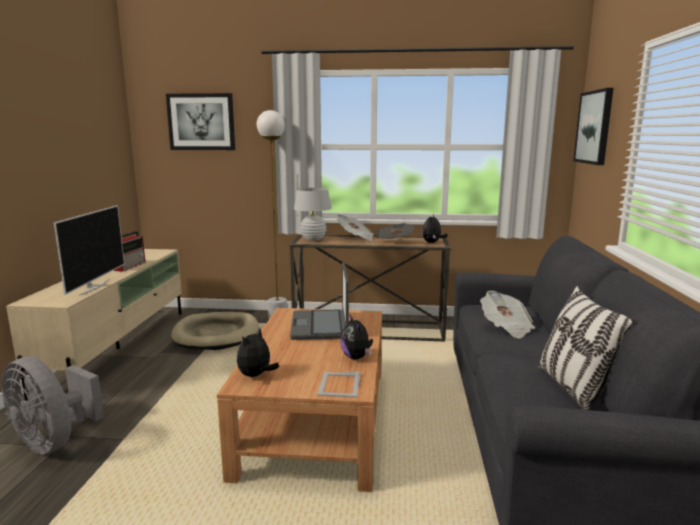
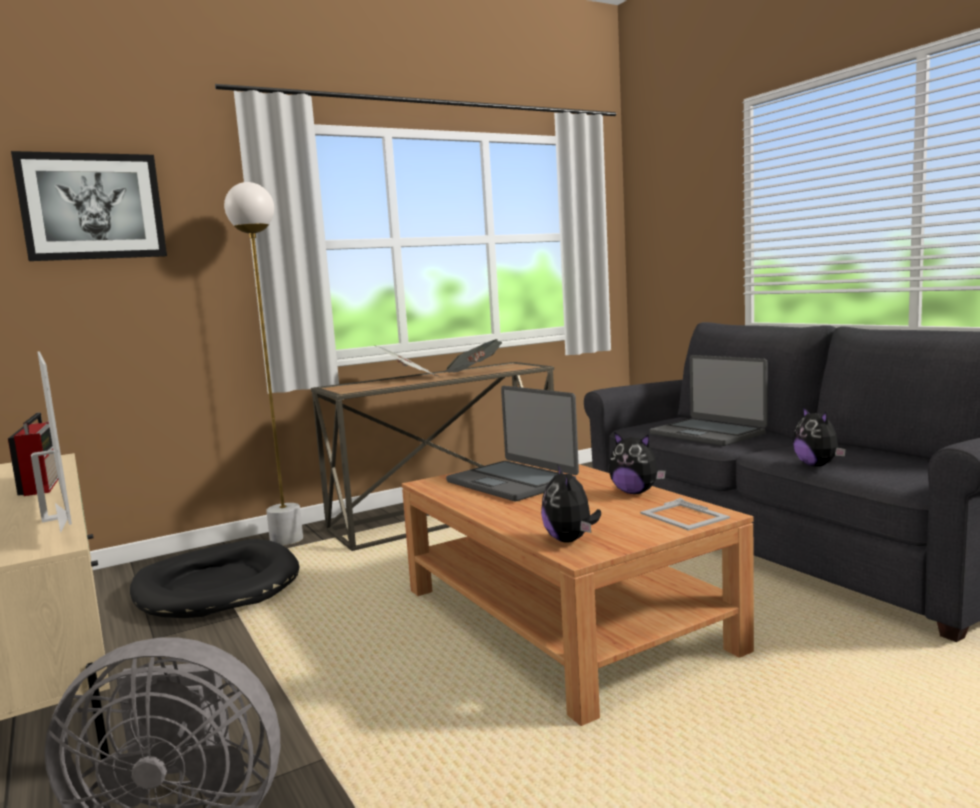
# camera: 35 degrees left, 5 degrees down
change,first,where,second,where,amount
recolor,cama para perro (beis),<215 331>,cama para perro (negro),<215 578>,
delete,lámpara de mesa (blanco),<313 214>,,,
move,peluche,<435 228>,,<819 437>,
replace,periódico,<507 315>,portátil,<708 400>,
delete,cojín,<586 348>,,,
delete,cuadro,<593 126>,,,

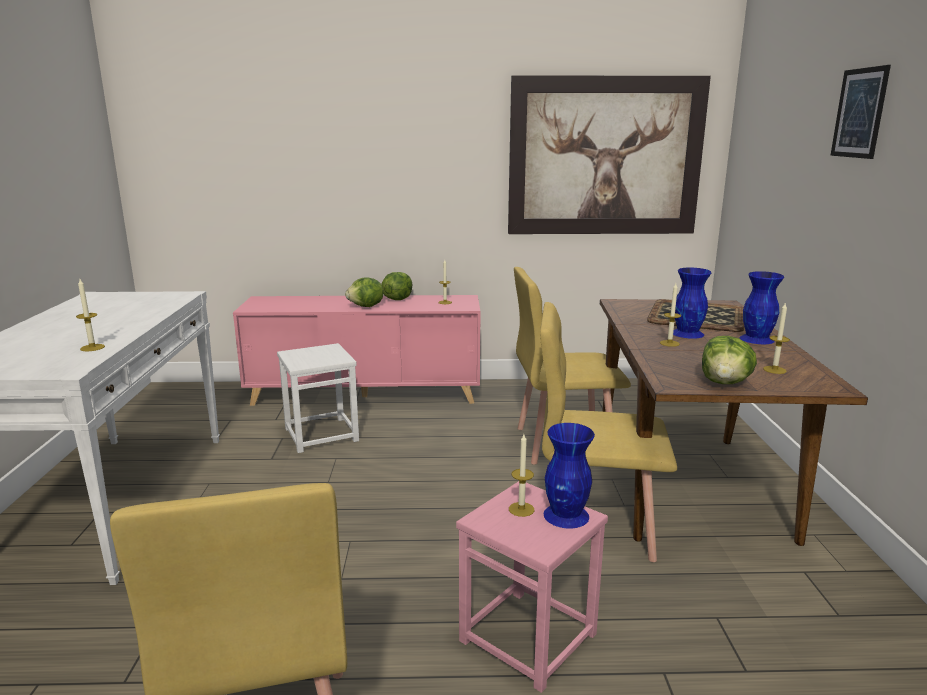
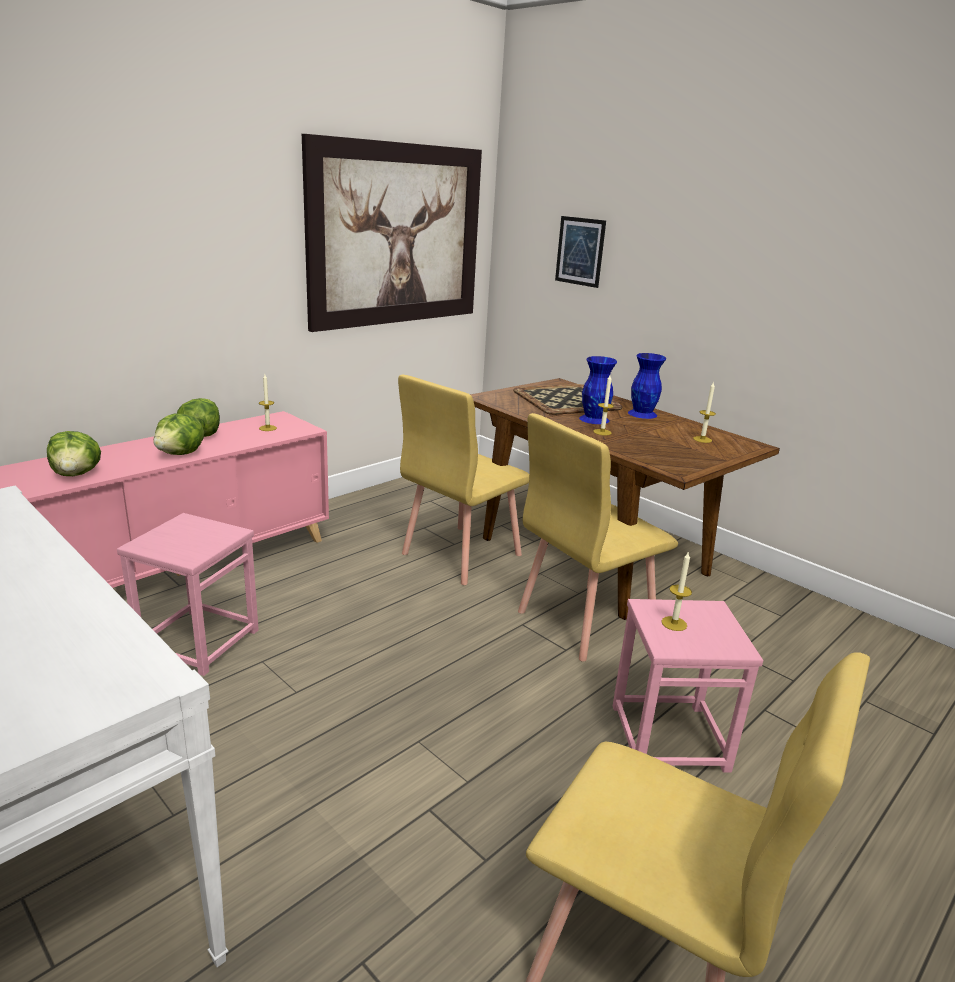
# camera: 45 degrees left, 5 degrees up
change,first,where,second,where,amount
delete,vela,<90 315>,,,
recolor,taburete (blanco),<318 398>,taburete (rosa),<188 594>,
delete,florero (azul),<569 476>,,,
move,lechuga,<729 360>,,<74 453>,
move,cuadro,<860 112>,,<580 252>,

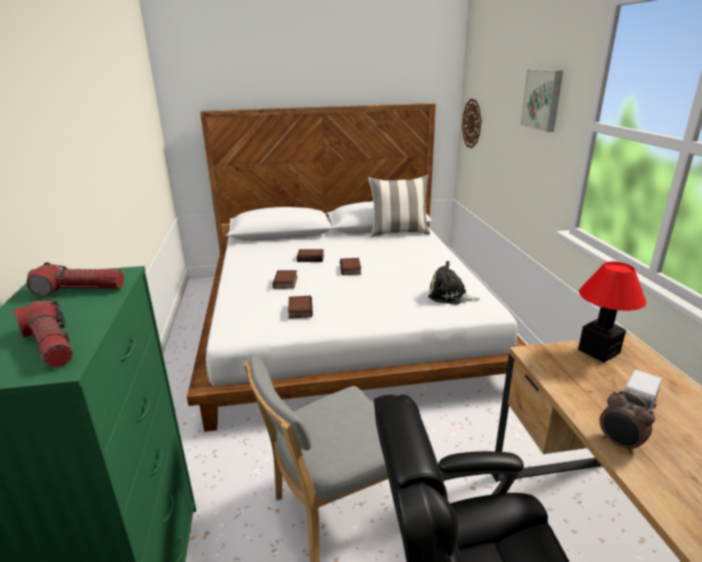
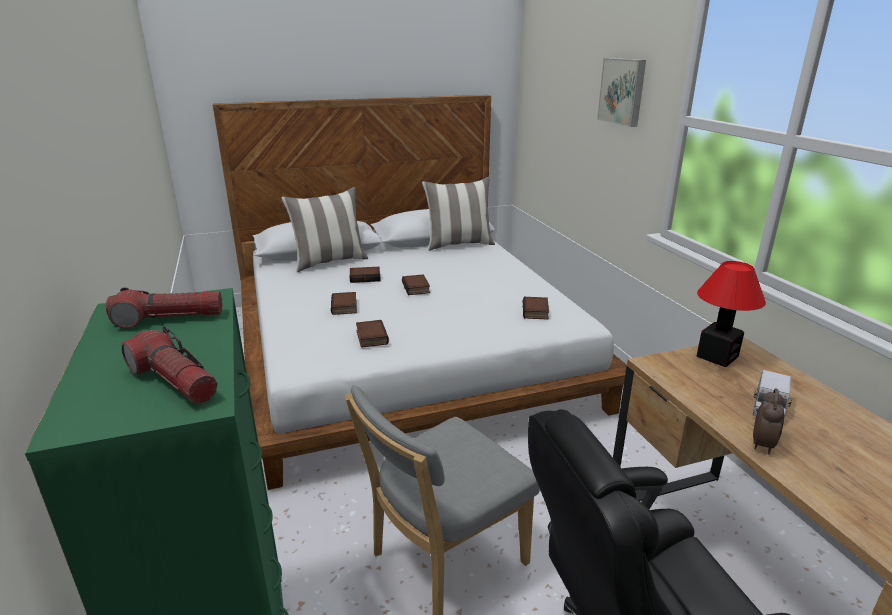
# camera: 10 degrees left, 0 degrees up
change,first,where,second,where,amount
replace,peluche,<454 283>,libro,<536 308>,
delete,reloj de pared,<471 123>,,,
rotate,despertador,<627 422>,,<768 421>,105 degrees counterclockwise
insert,,,cojín,<324 229>,

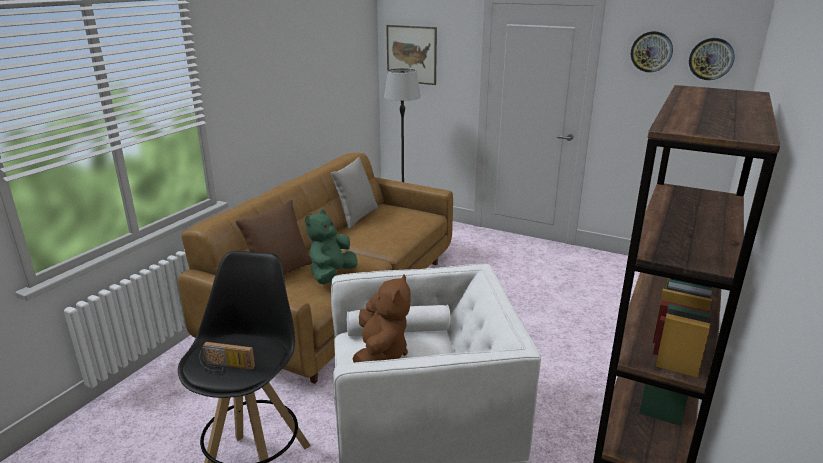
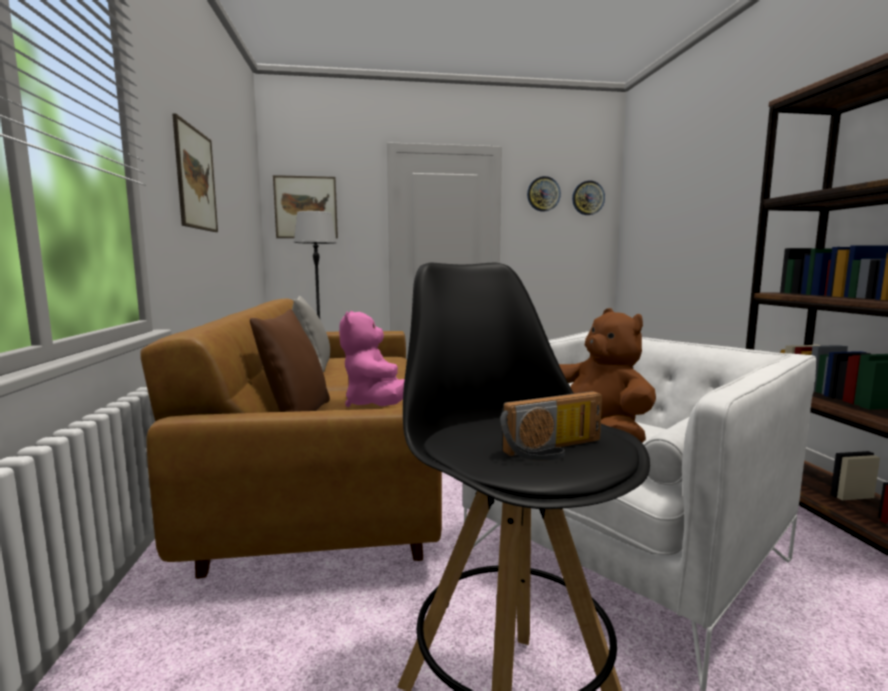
# camera: 35 degrees left, 15 degrees down
change,first,where,second,where,amount
recolor,peluche (verde),<331 247>,peluche (rosa),<372 359>,
insert,,,cuadro,<195 172>,

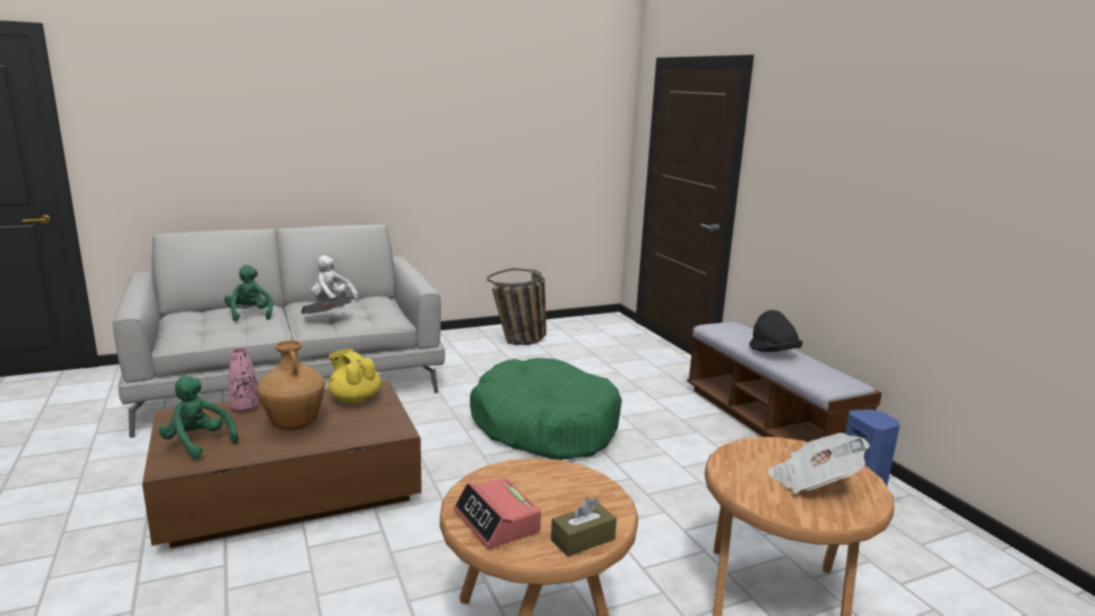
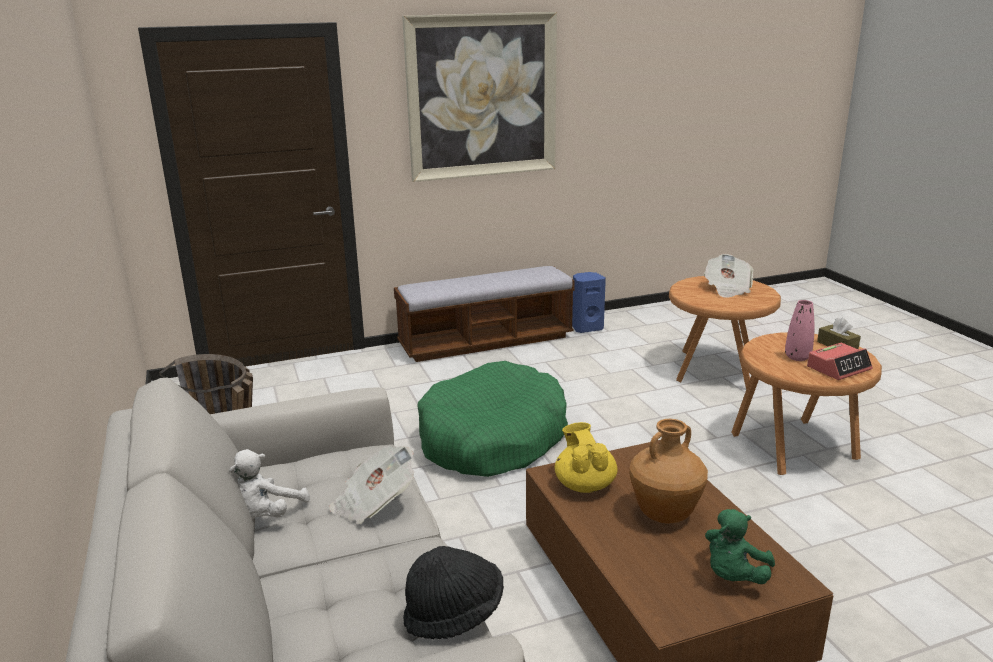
# camera: 85 degrees left, 5 degrees up
change,first,where,second,where,amount
delete,peluche (verde),<248 293>,,,
move,florero (rosa),<244 380>,,<799 330>,
rotate,tetera (amarillo),<354 376>,,<586 457>,120 degrees clockwise
move,sombrero (negro),<776 331>,,<453 592>,
insert,,,cuadro,<479 97>,

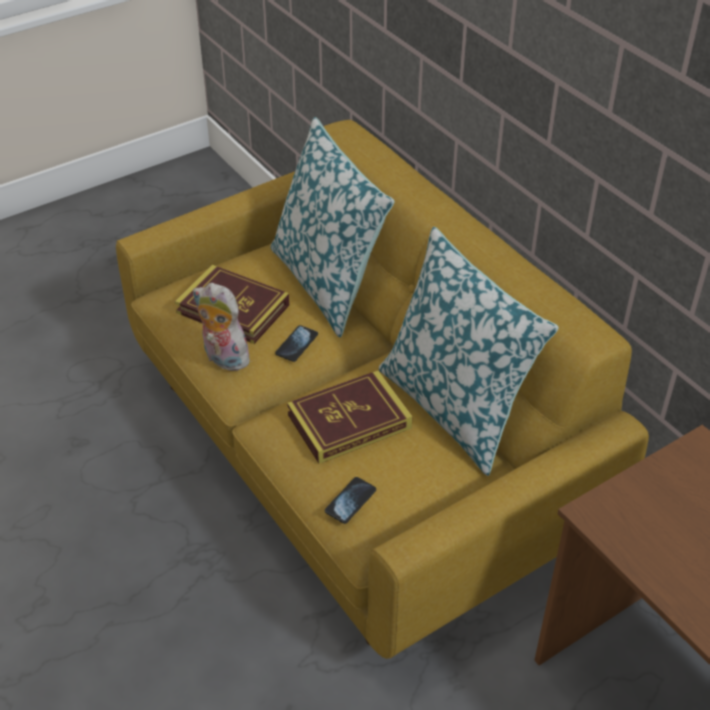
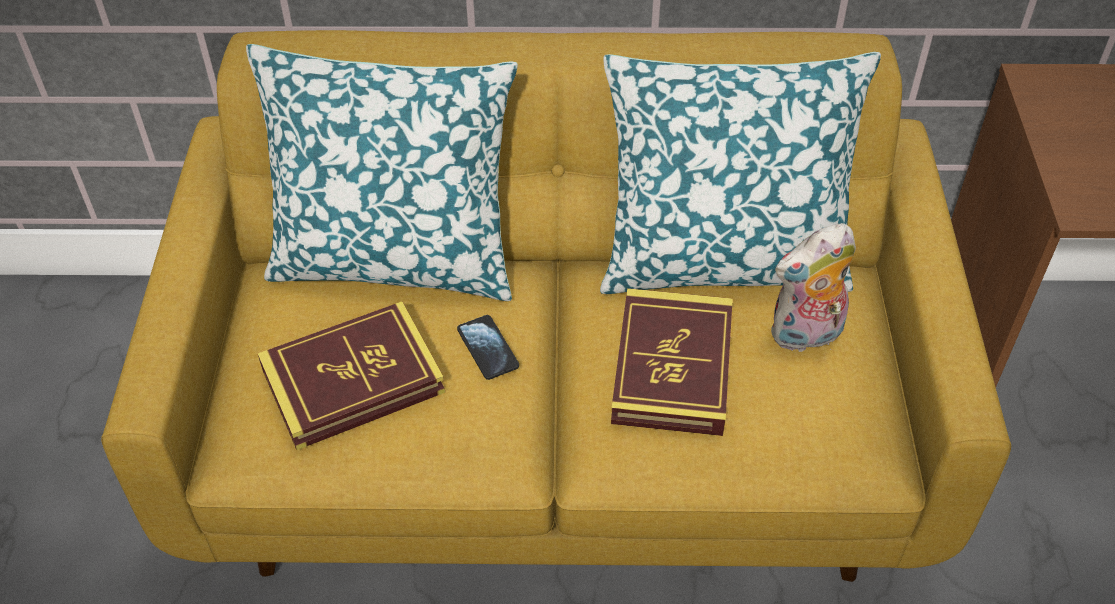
# camera: 55 degrees left, 5 degrees up
change,first,where,second,where,amount
move,peluche,<221 327>,,<813 287>,
delete,móvil,<350 500>,,,

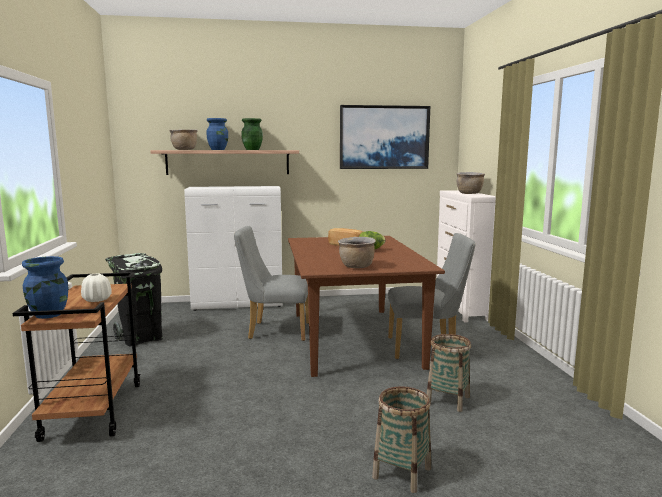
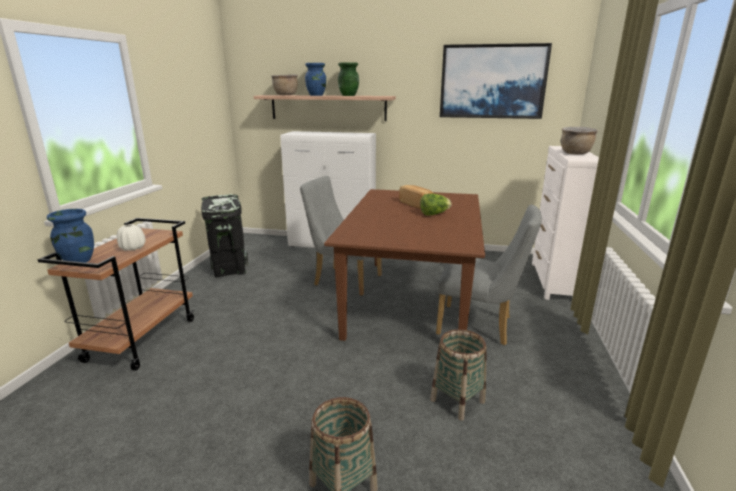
# camera: 20 degrees right, 10 degrees up
change,first,where,second,where,amount
delete,olla (marrón),<357 252>,,,

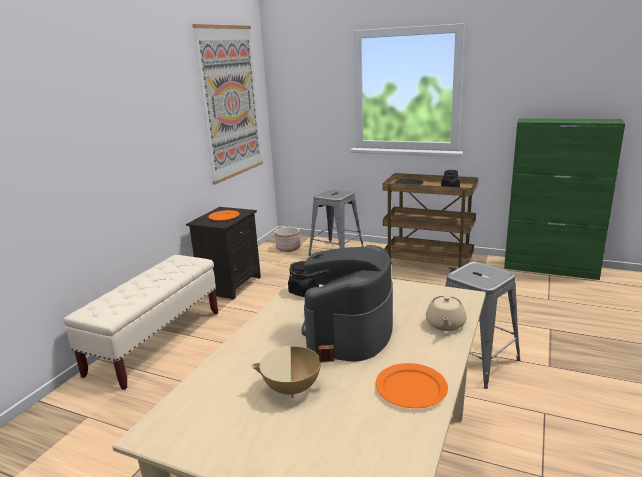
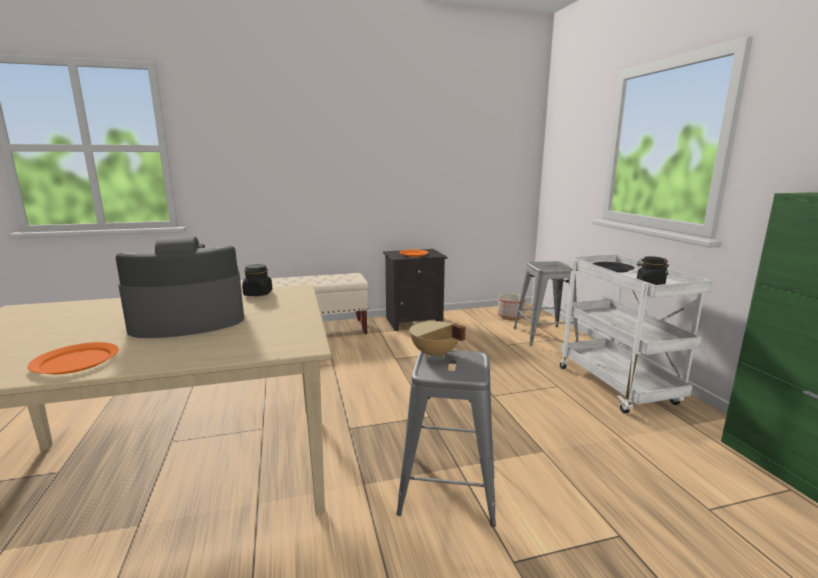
# camera: 50 degrees right, 5 degrees down
change,first,where,second,where,amount
delete,cuadro,<227 104>,,,
move,olla (beis),<293 371>,,<438 339>,
recolor,carrito (marrón),<431 222>,carrito (blanco),<636 334>,
delete,tetera (beis),<446 312>,,,

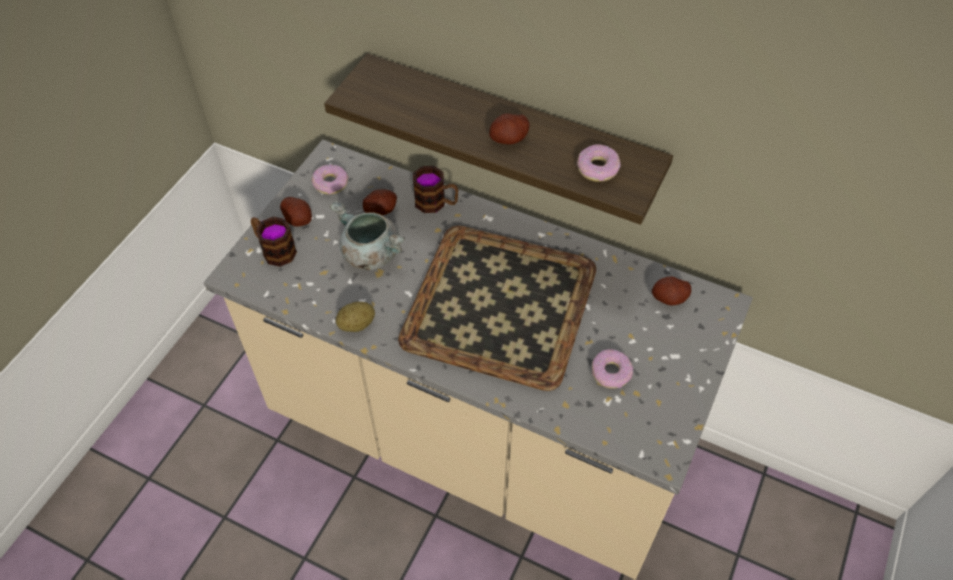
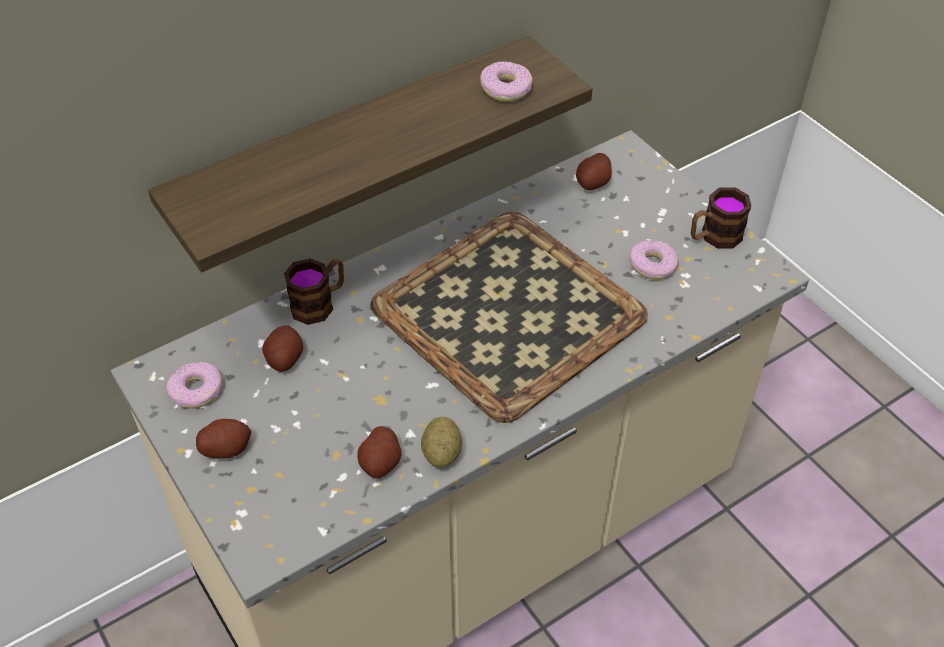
# camera: 60 degrees left, 5 degrees down
change,first,where,second,where,amount
move,taza grande,<274 242>,,<721 217>,
delete,olla (gris),<367 236>,,,
move,patata,<509 129>,,<379 452>,

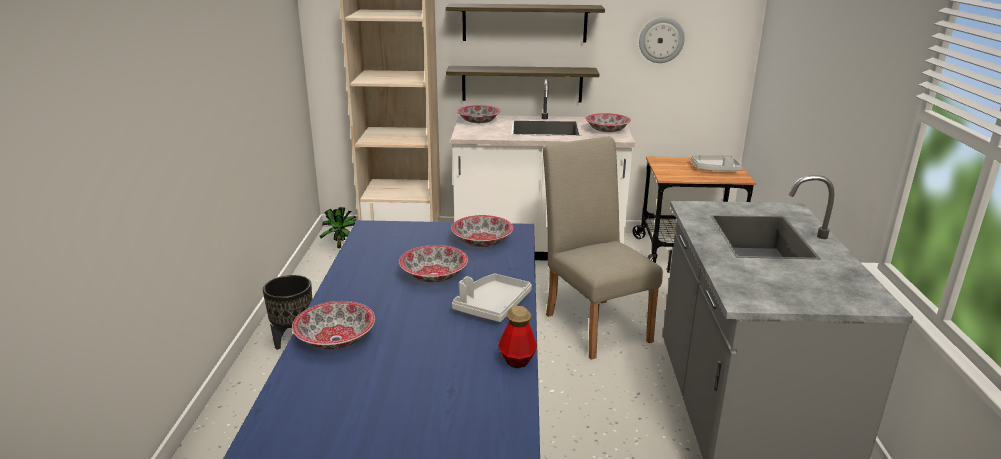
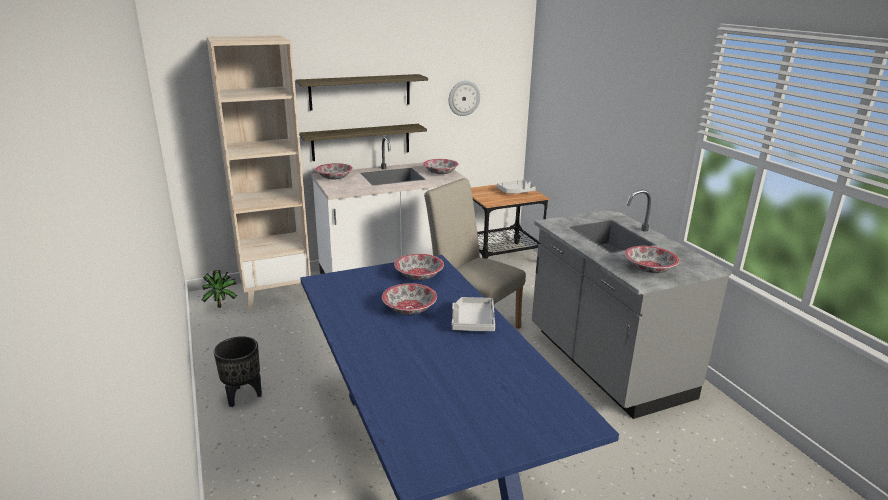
# camera: 25 degrees left, 0 degrees up
change,first,where,second,where,amount
move,cuenco,<333 325>,,<652 259>,
delete,botella,<517 337>,,,

